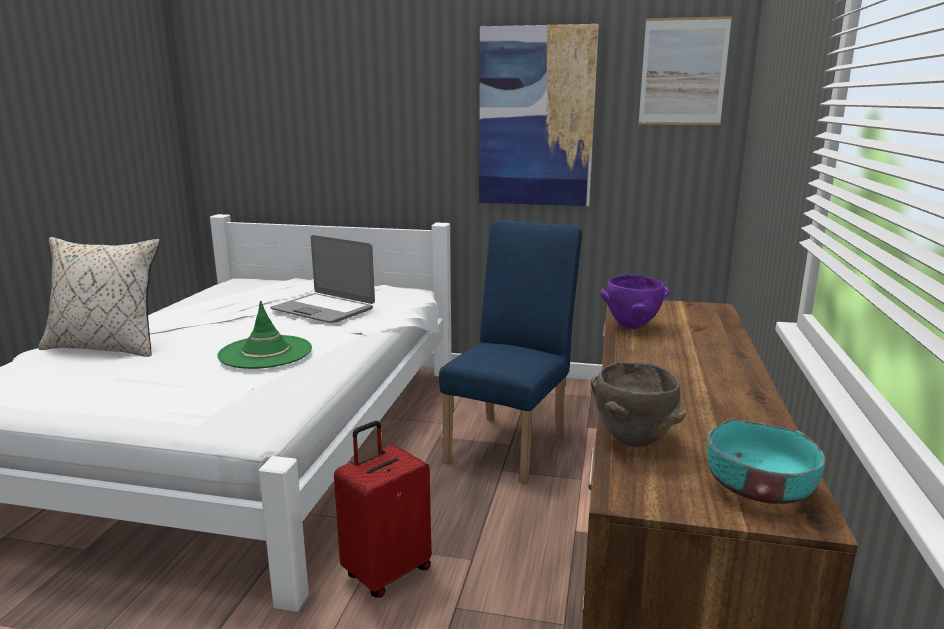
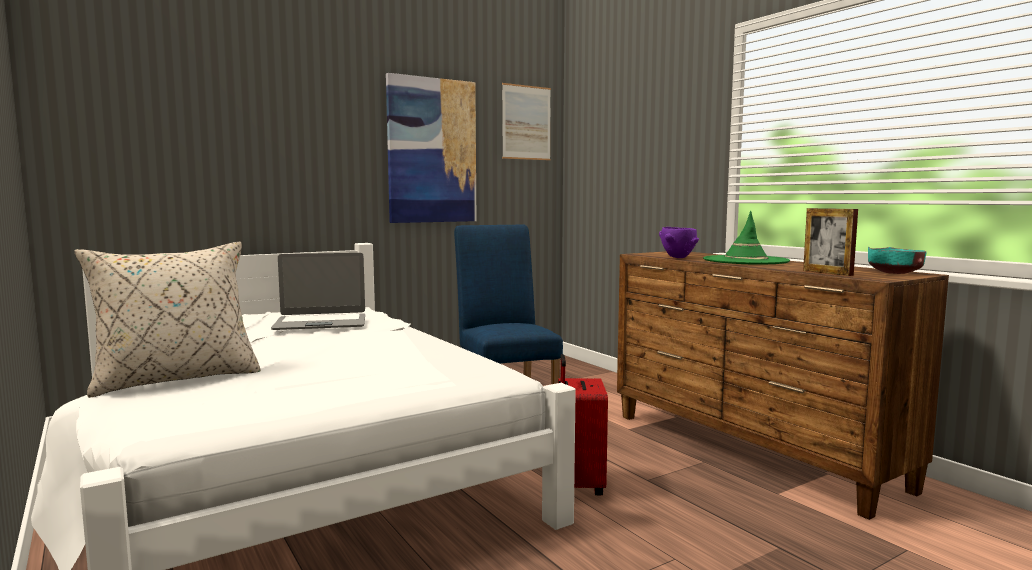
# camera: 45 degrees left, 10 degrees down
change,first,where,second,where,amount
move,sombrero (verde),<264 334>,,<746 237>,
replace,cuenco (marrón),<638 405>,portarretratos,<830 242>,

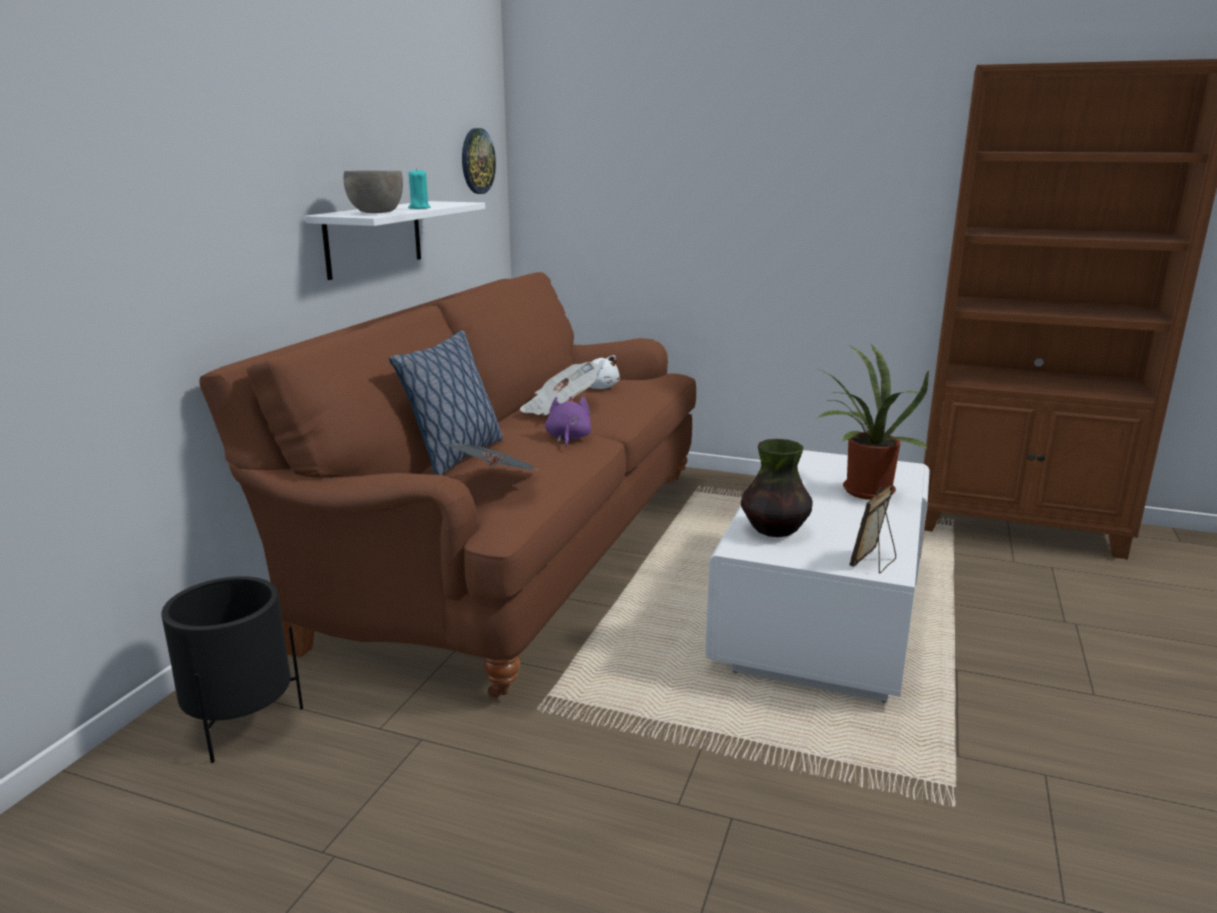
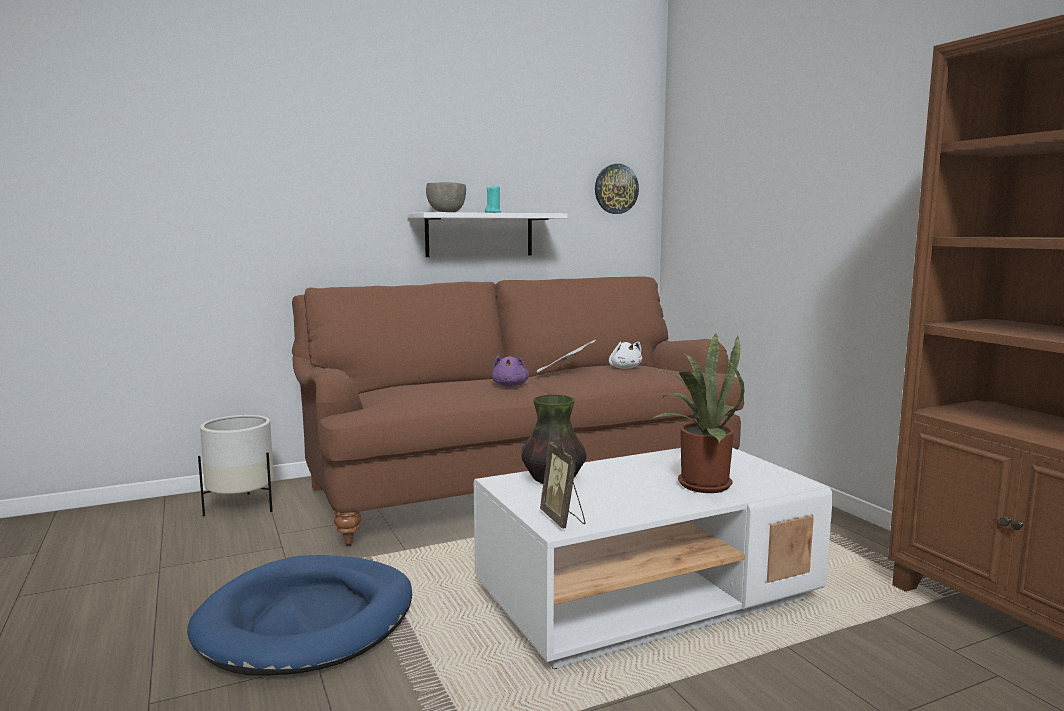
# camera: 45 degrees right, 10 degrees down
change,first,where,second,where,amount
recolor,maceta (negro),<232 669>,maceta (blanco),<236 466>,
delete,cojín,<446 402>,,,
delete,periódico,<491 457>,,,
rotate,peluche (morado),<568 421>,,<510 371>,135 degrees clockwise
rotate,portarretratos,<872 530>,,<562 485>,105 degrees counterclockwise
insert,,,cama para perro (azul),<299 615>,

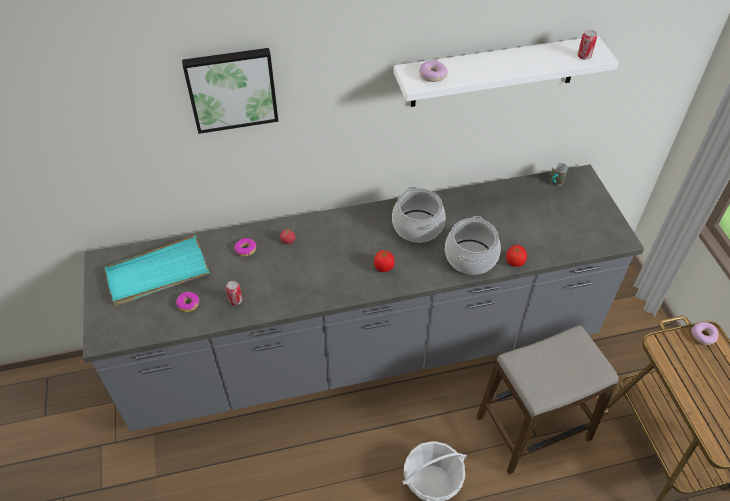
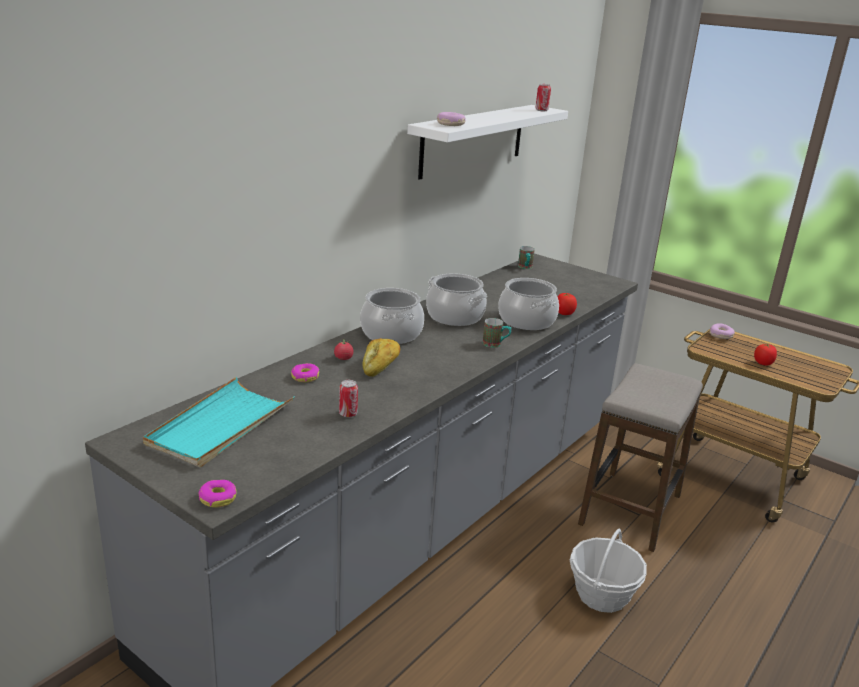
# camera: 40 degrees left, 25 degrees down
change,first,where,second,where,amount
move,rosquilla,<187 302>,,<217 493>,
delete,cuadro,<230 91>,,,
move,tomate,<384 261>,,<765 354>,
insert,,,olla,<392 316>,
insert,,,pan,<381 357>,
insert,,,taza grande,<497 333>,

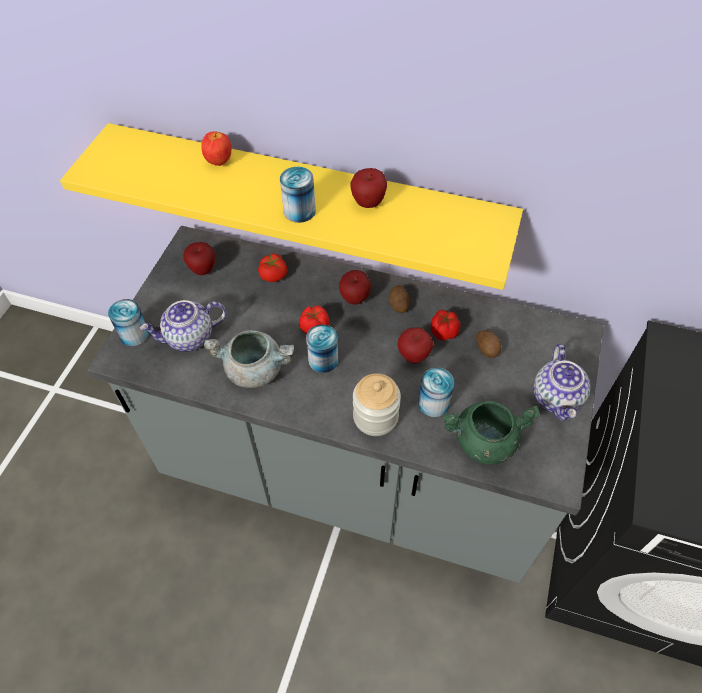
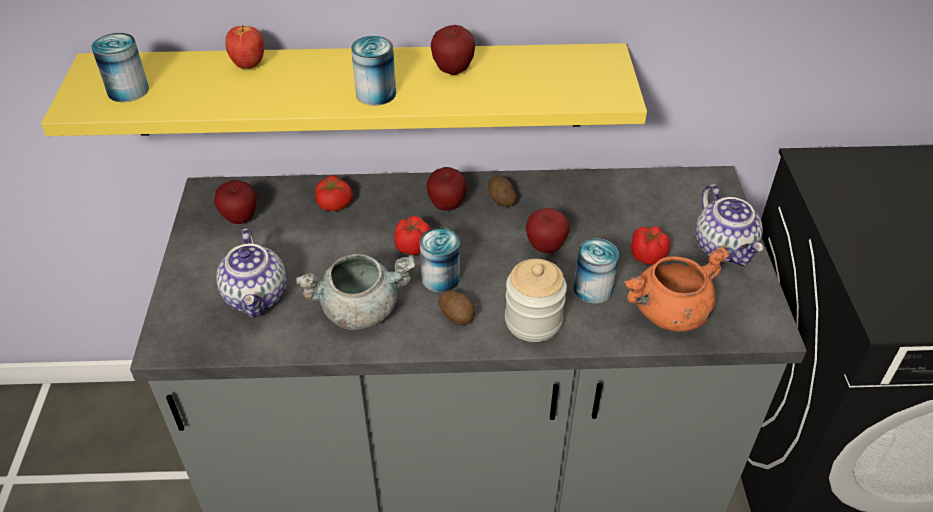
# camera: 20 degrees left, 10 degrees down
change,first,where,second,where,amount
move,lata,<128 322>,,<120 67>,
rotate,tetera,<183 326>,,<251 273>,60 degrees counterclockwise
move,tomate,<445 325>,,<650 245>,
recolor,olla (verde),<491 433>,olla (naranja),<677 289>,
move,patata,<488 344>,,<456 307>,

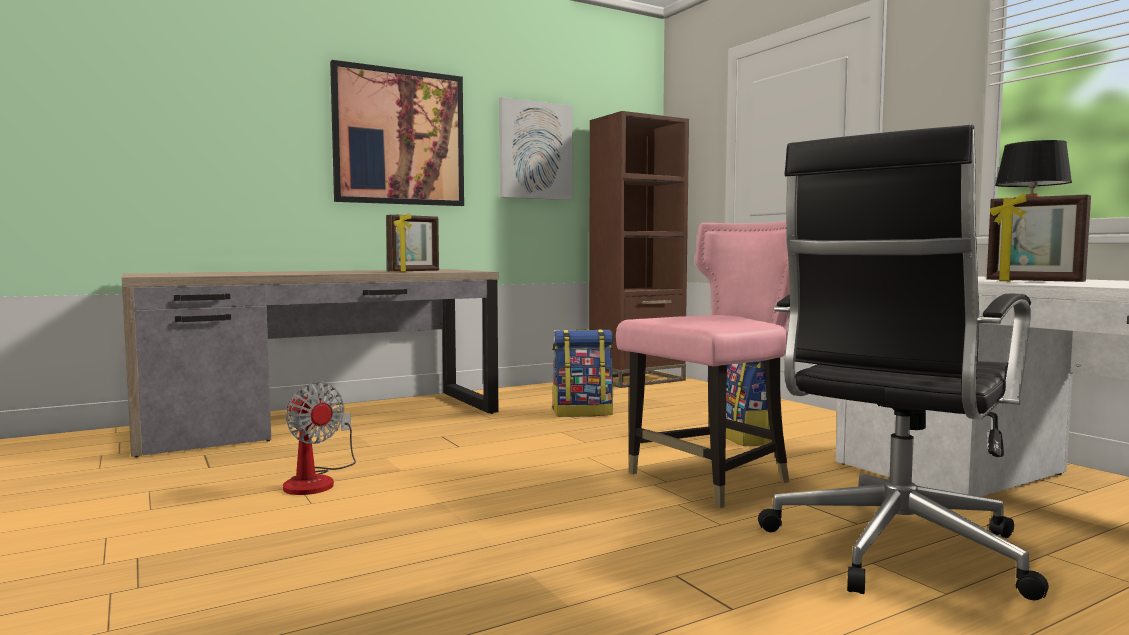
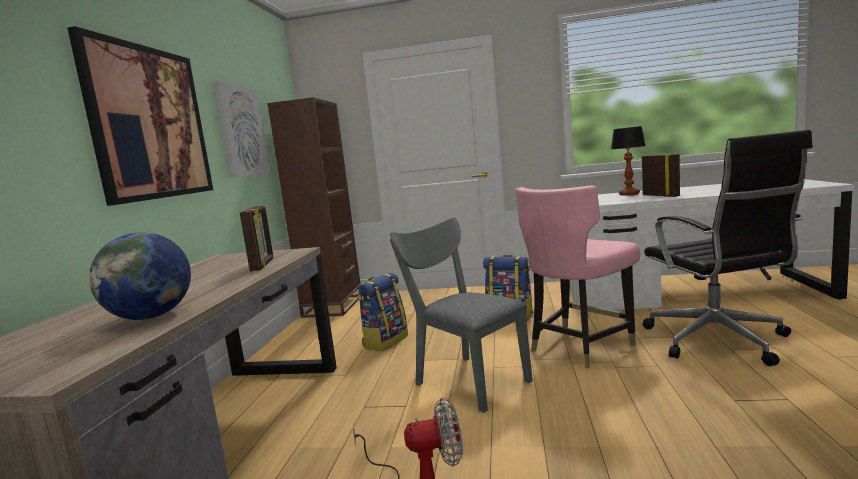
# camera: 50 degrees left, 5 degrees up
change,first,where,second,where,amount
rotate,silla (rosa),<703 364>,,<578 276>,135 degrees counterclockwise
rotate,portarretratos,<1039 237>,,<661 175>,105 degrees counterclockwise
insert,,,globo terráqueo,<140 276>,
insert,,,silla (gris),<461 315>,

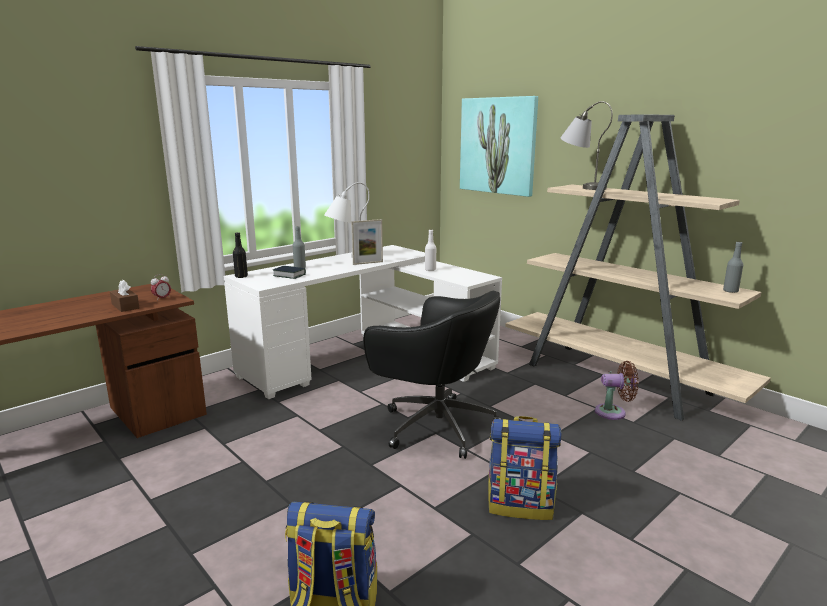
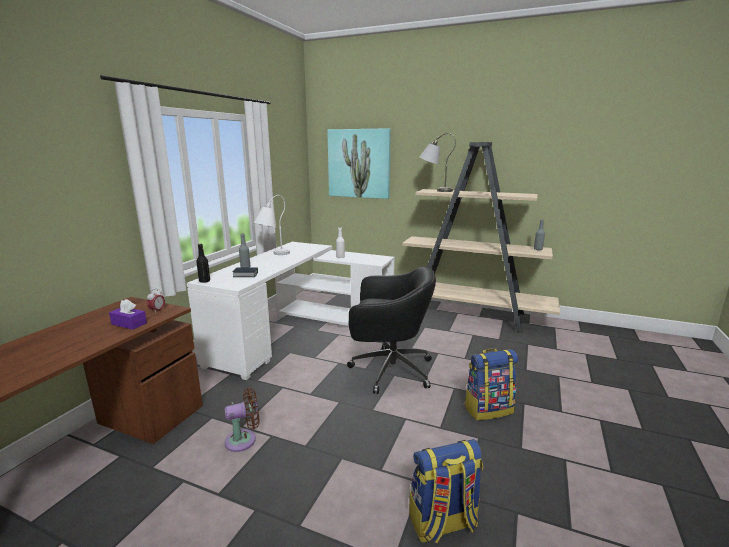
# camera: 25 degrees left, 0 degrees up
change,first,where,second,where,amount
recolor,caja de pañuelos (marrón),<125 296>,caja de pañuelos (morado),<128 314>,
delete,portarretratos,<367 242>,,,
move,ventilador (marrón),<617 390>,,<242 420>,

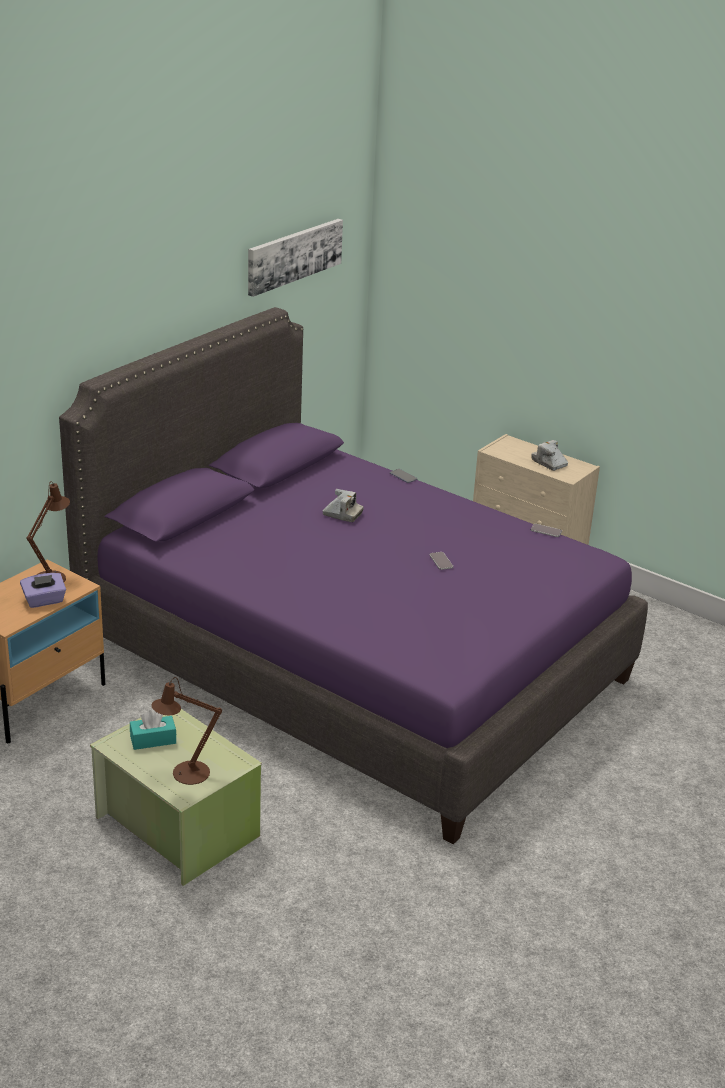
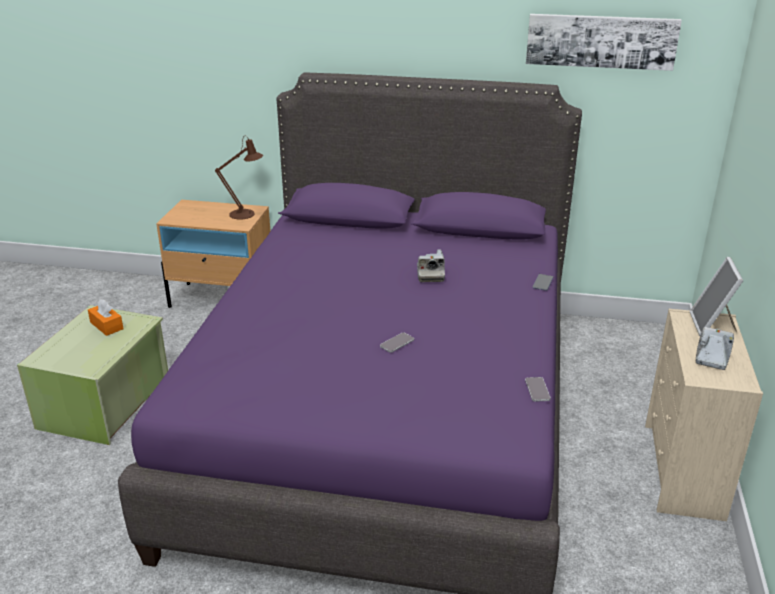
# camera: 65 degrees right, 0 degrees up
change,first,where,second,where,amount
delete,caja de pañuelos (morado),<43 590>,,,
recolor,caja de pañuelos (turquesa),<153 729>,caja de pañuelos (naranja),<106 317>,
delete,lámpara de mesa (marrón),<186 731>,,,
insert,,,portarretratos,<716 296>,

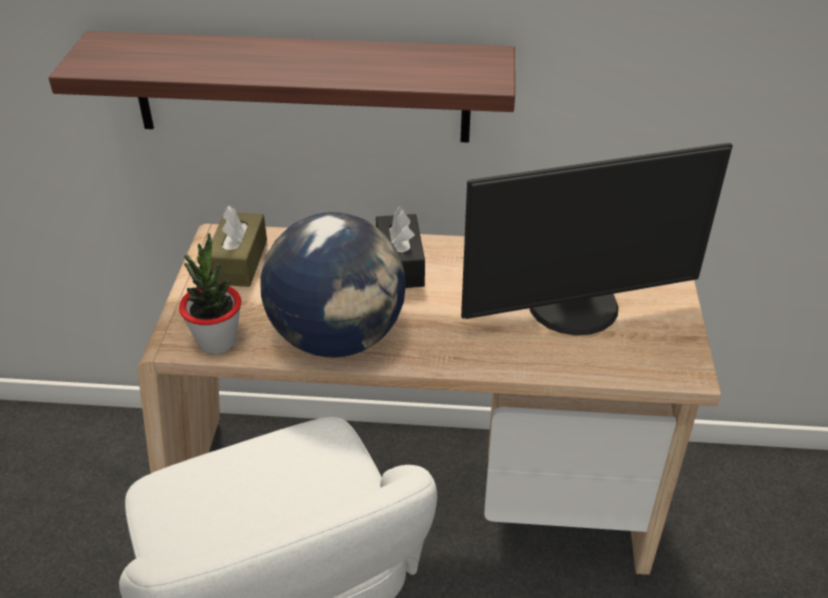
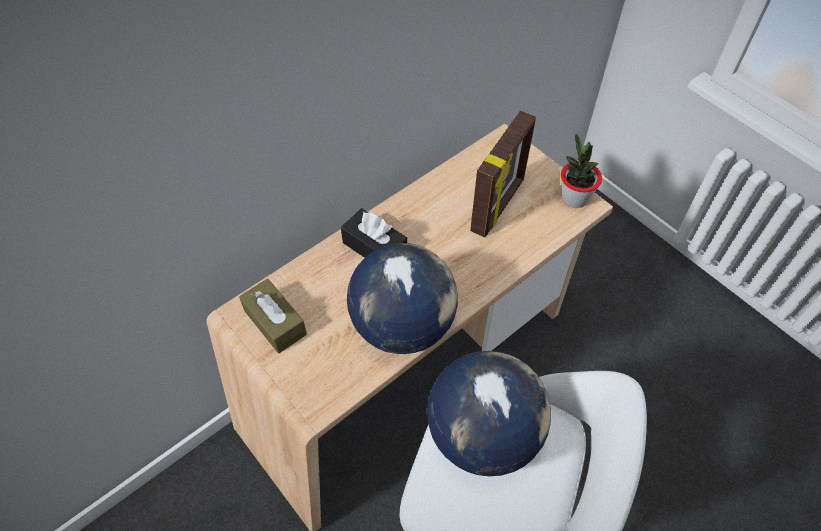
# camera: 45 degrees left, 15 degrees up
change,first,where,second,where,amount
delete,estante,<282 87>,,,
move,planta en maceta,<210 293>,,<581 170>,
replace,monitor,<597 239>,portarretratos,<503 174>,
insert,,,globo terráqueo,<489 413>,

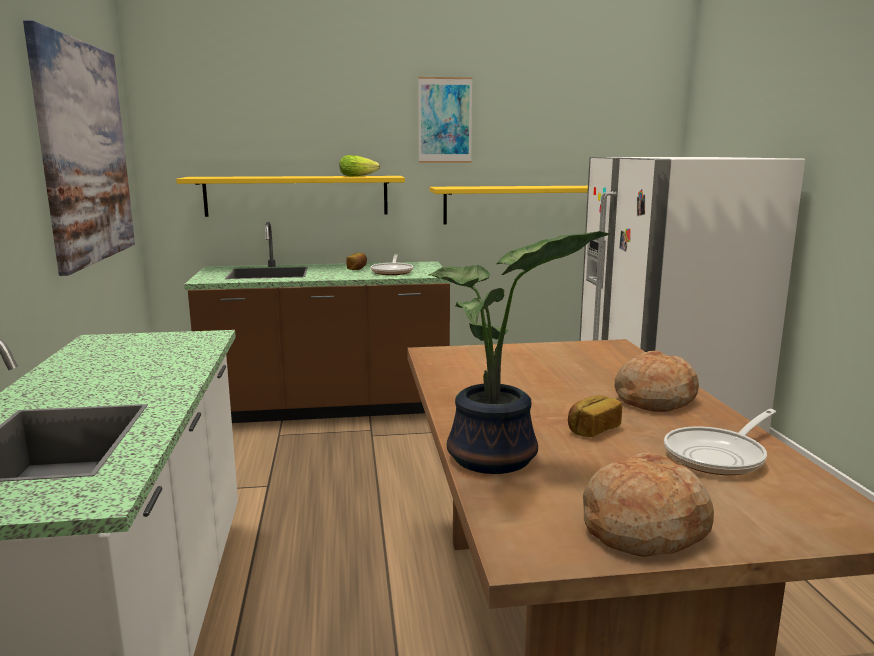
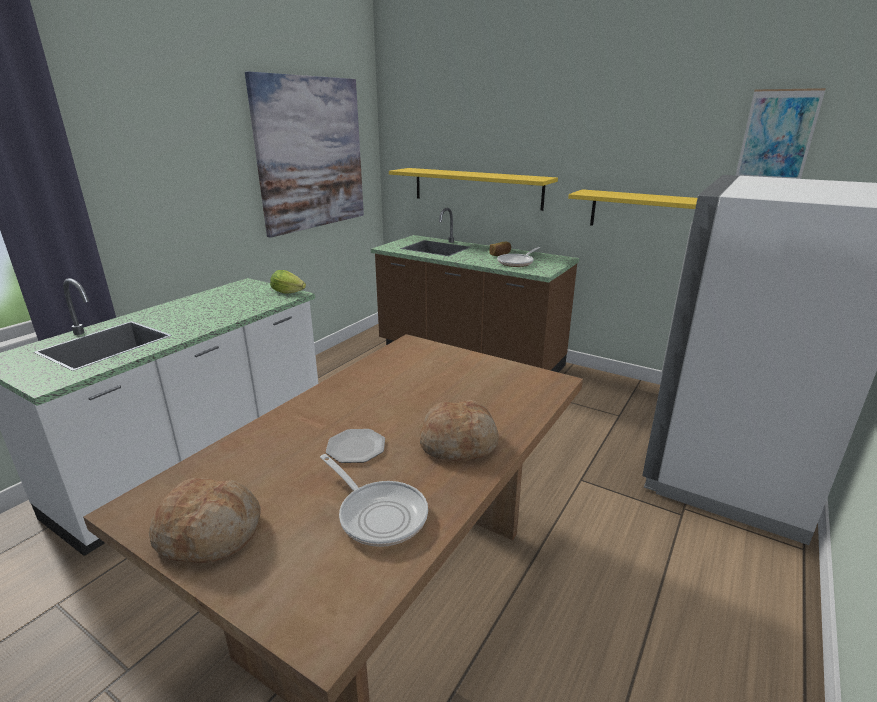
# camera: 40 degrees right, 10 degrees up
change,first,where,second,where,amount
move,lechuga,<360 166>,,<288 281>,
move,cuadro,<445 120>,,<781 133>,
delete,planta en maceta,<519 352>,,,
replace,pan,<595 416>,plato,<355 446>,
rotate,sartén,<720 442>,,<374 500>,135 degrees counterclockwise

